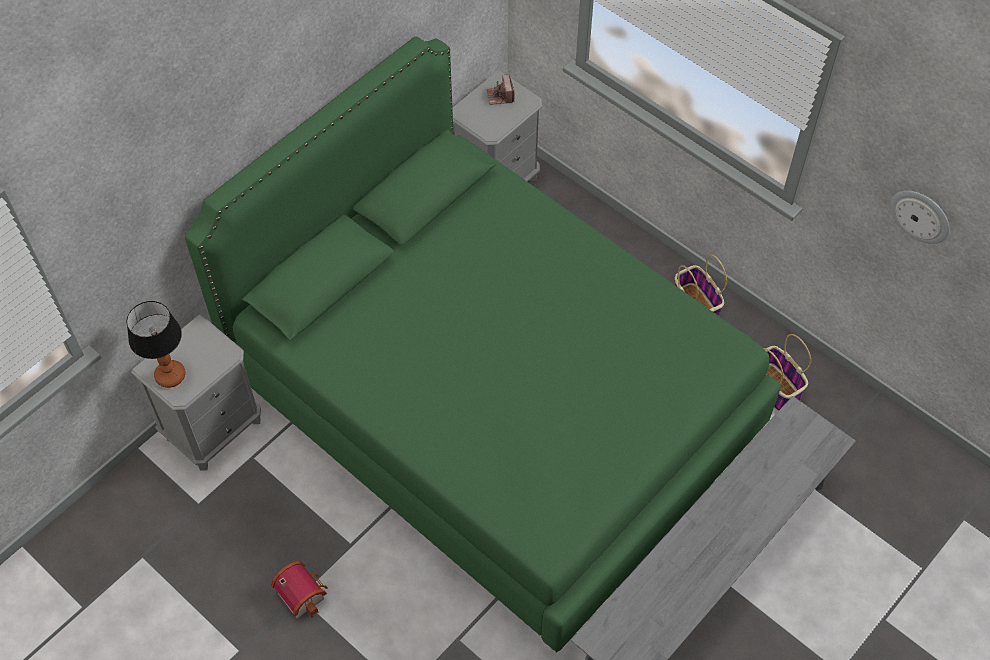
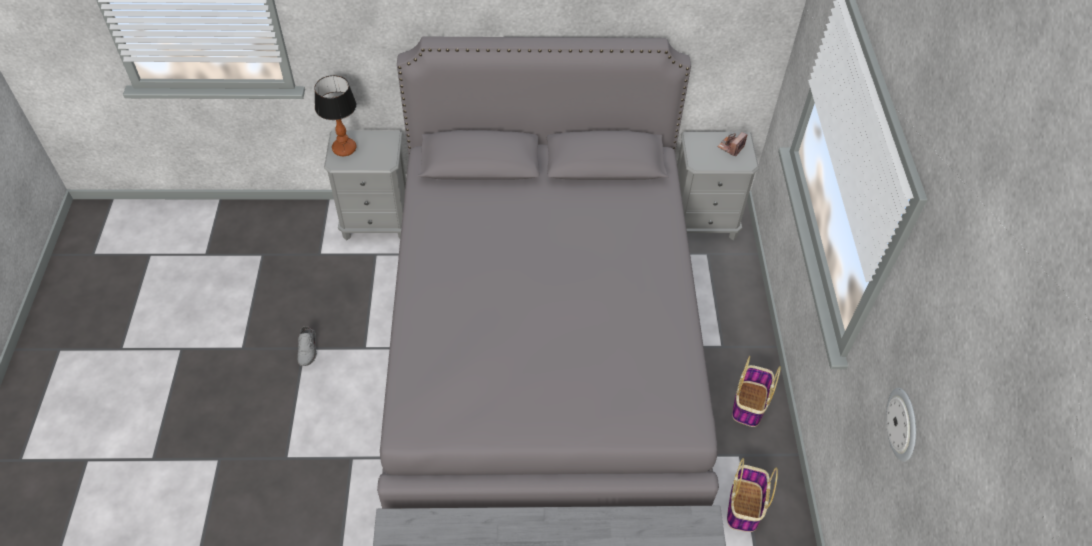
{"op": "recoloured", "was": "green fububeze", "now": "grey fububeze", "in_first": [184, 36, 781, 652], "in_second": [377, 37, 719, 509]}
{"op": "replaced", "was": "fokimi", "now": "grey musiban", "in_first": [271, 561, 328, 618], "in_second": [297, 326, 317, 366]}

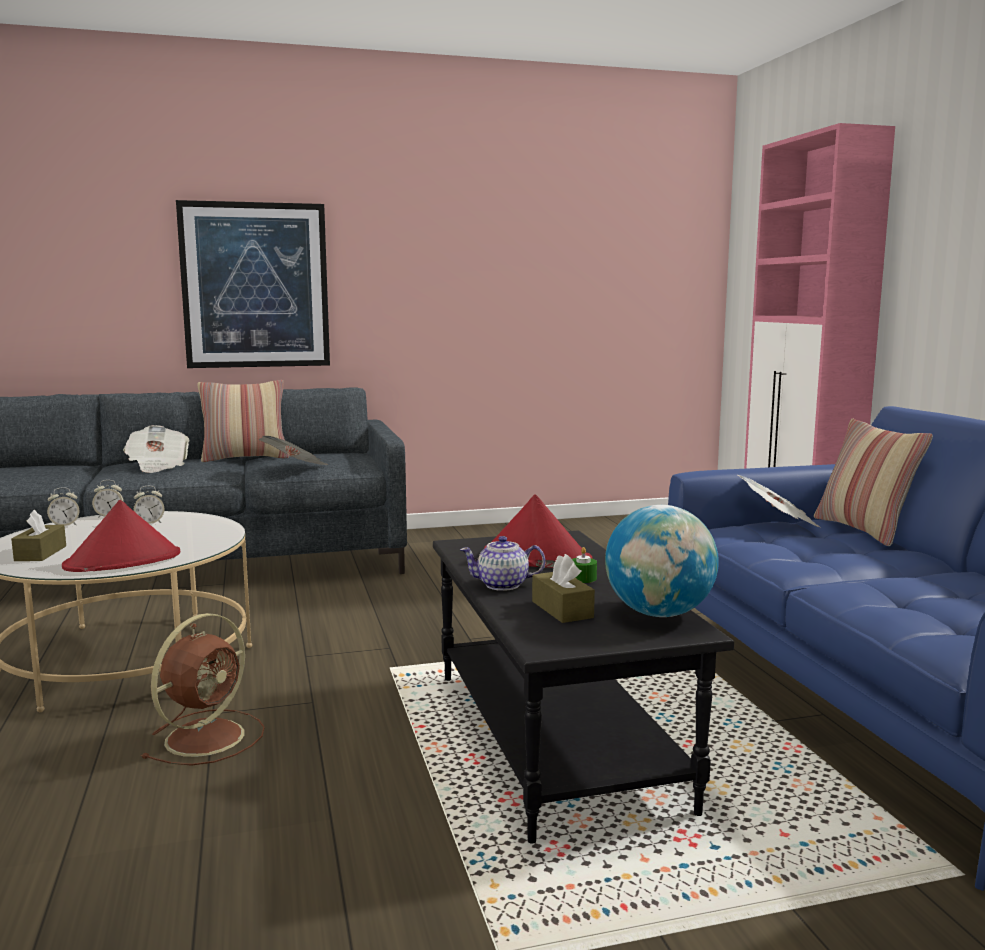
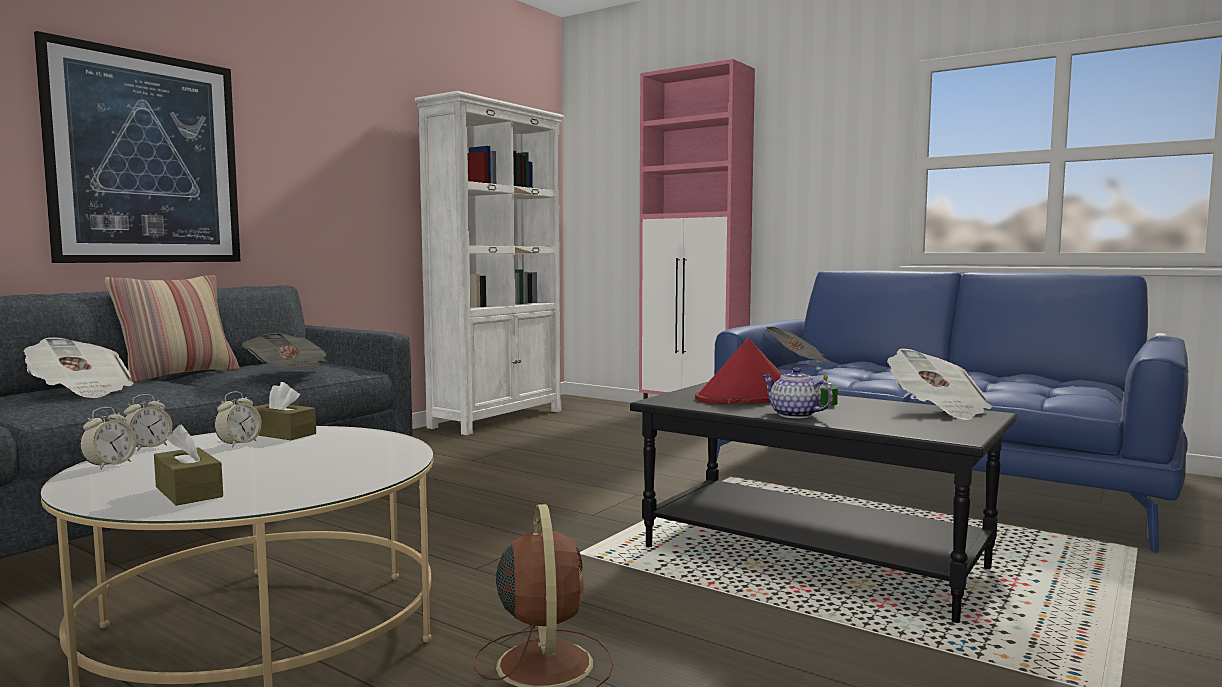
{"op": "removed", "was": "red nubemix", "in_first": [62, 500, 180, 572]}
{"op": "turned", "was": "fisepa", "in_first": [460, 536, 545, 591], "in_second": [762, 367, 833, 418], "clockwise": 90}
{"op": "moved", "was": "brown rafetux", "in_first": [532, 554, 595, 623], "in_second": [254, 382, 316, 440]}
{"op": "replaced", "was": "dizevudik", "now": "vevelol", "in_first": [605, 505, 719, 617], "in_second": [887, 349, 992, 420]}
{"op": "removed", "was": "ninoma", "in_first": [814, 419, 933, 546]}
{"op": "added", "now": "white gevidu", "in_second": [415, 91, 564, 435]}

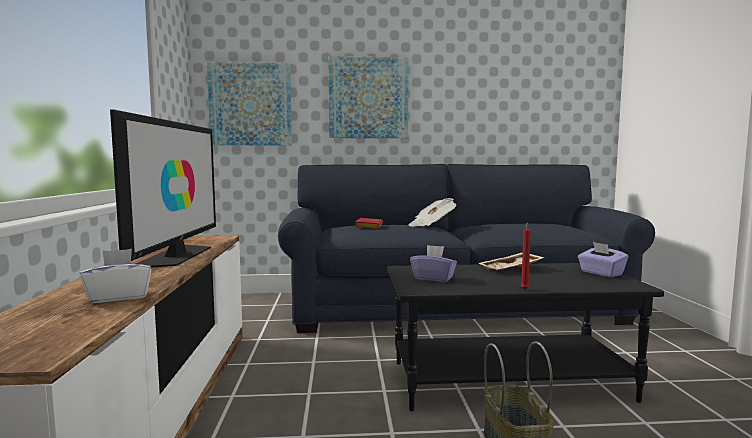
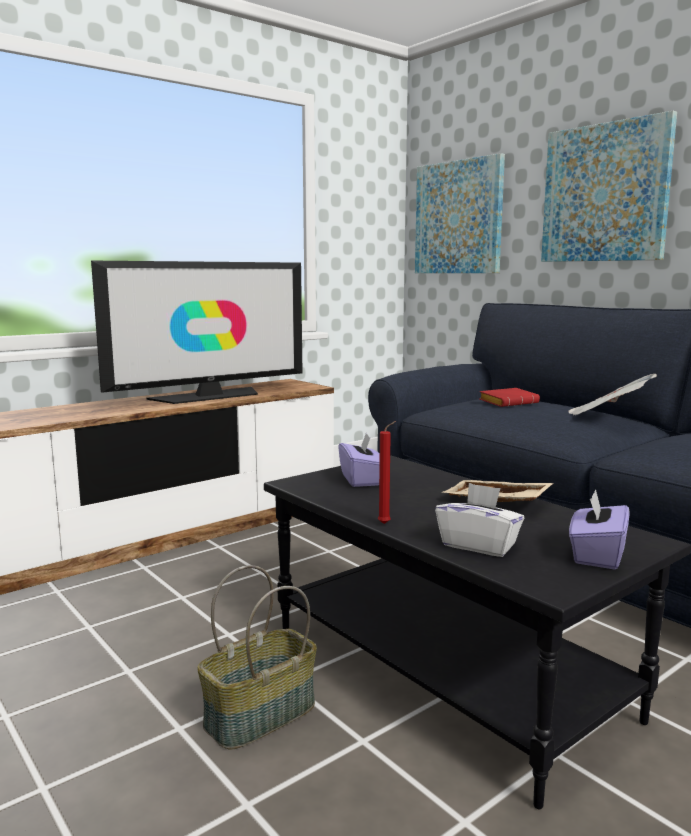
{"op": "moved", "was": "white rafetux", "in_first": [80, 249, 152, 303], "in_second": [435, 483, 524, 557]}

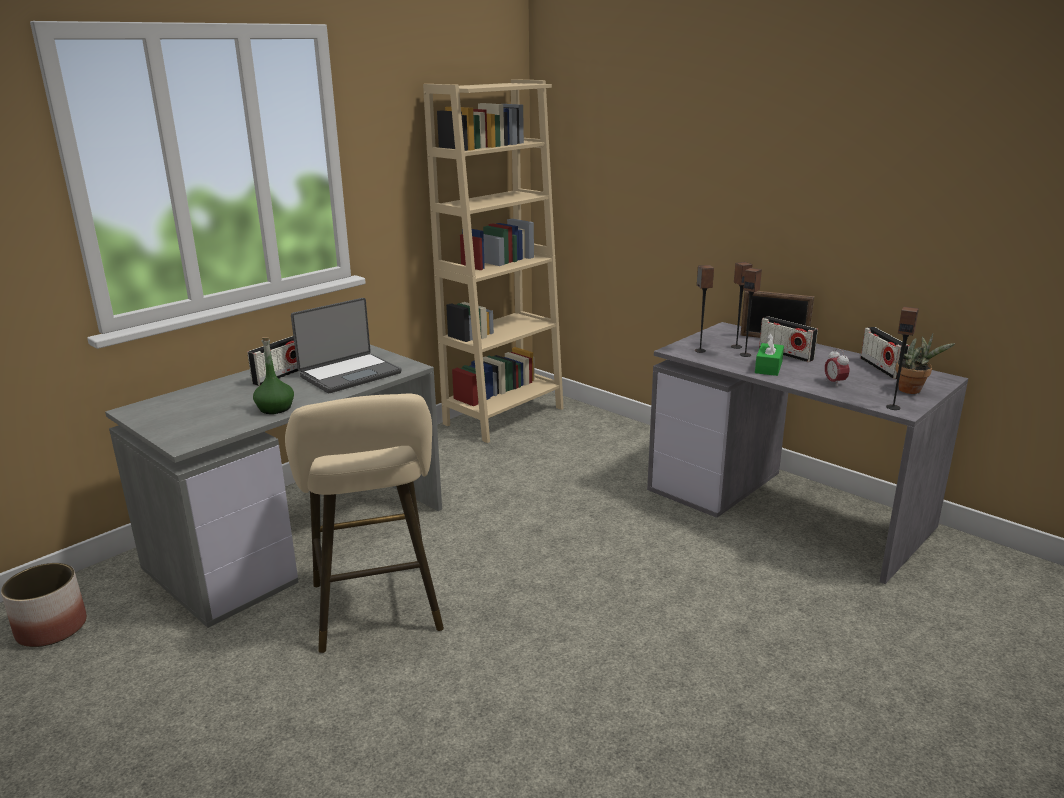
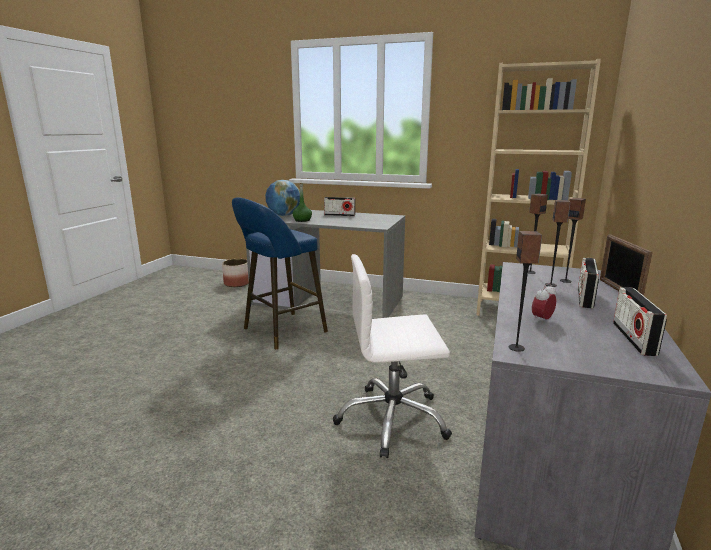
{"op": "recoloured", "was": "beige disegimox", "now": "blue disegimox", "in_first": [285, 393, 444, 653], "in_second": [232, 197, 328, 349]}
{"op": "removed", "was": "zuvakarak", "in_first": [291, 298, 401, 393]}
{"op": "removed", "was": "green rafetux", "in_first": [755, 333, 784, 376]}
{"op": "turned", "was": "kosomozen", "in_first": [861, 327, 910, 379], "in_second": [613, 287, 667, 356], "clockwise": -45}
{"op": "removed", "was": "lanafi", "in_first": [895, 334, 956, 394]}
{"op": "added", "now": "dizevudik", "in_second": [265, 180, 300, 216]}
{"op": "added", "now": "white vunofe", "in_second": [333, 254, 452, 458]}

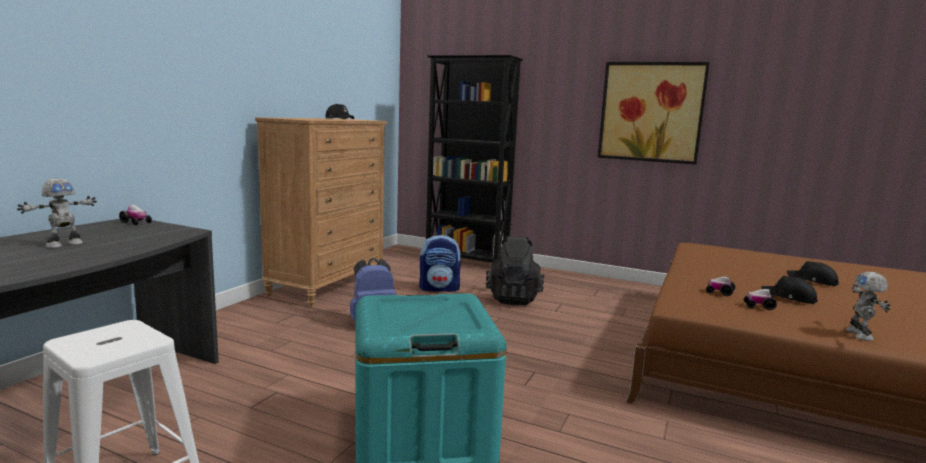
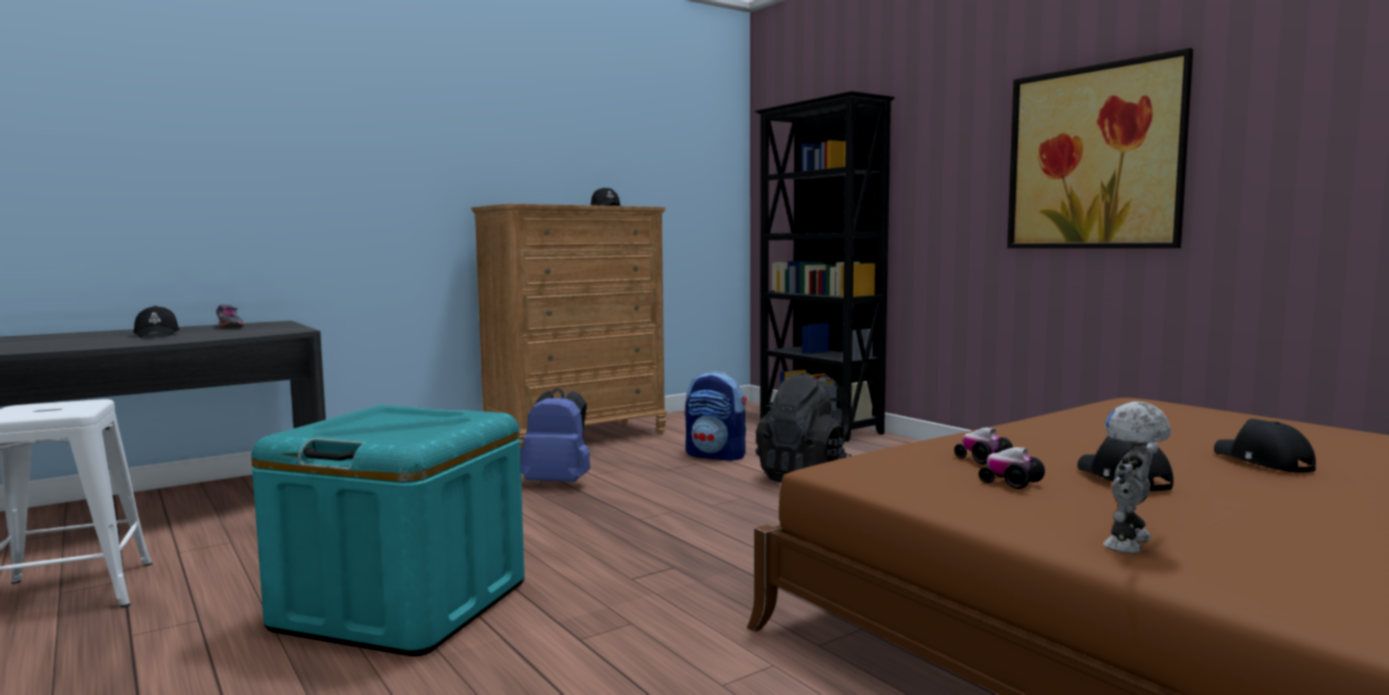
{"op": "replaced", "was": "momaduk", "now": "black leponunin", "in_first": [17, 178, 97, 248], "in_second": [133, 306, 179, 338]}
{"op": "removed", "was": "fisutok", "in_first": [119, 204, 152, 225]}
{"op": "added", "now": "grey musiban", "in_second": [216, 304, 245, 328]}

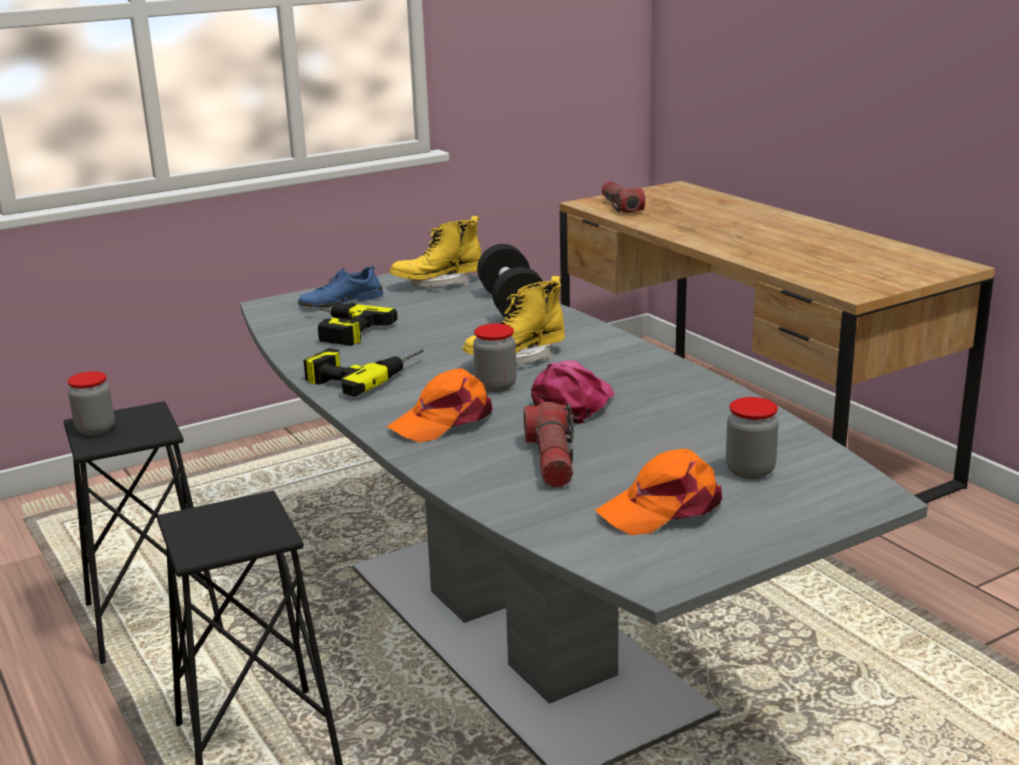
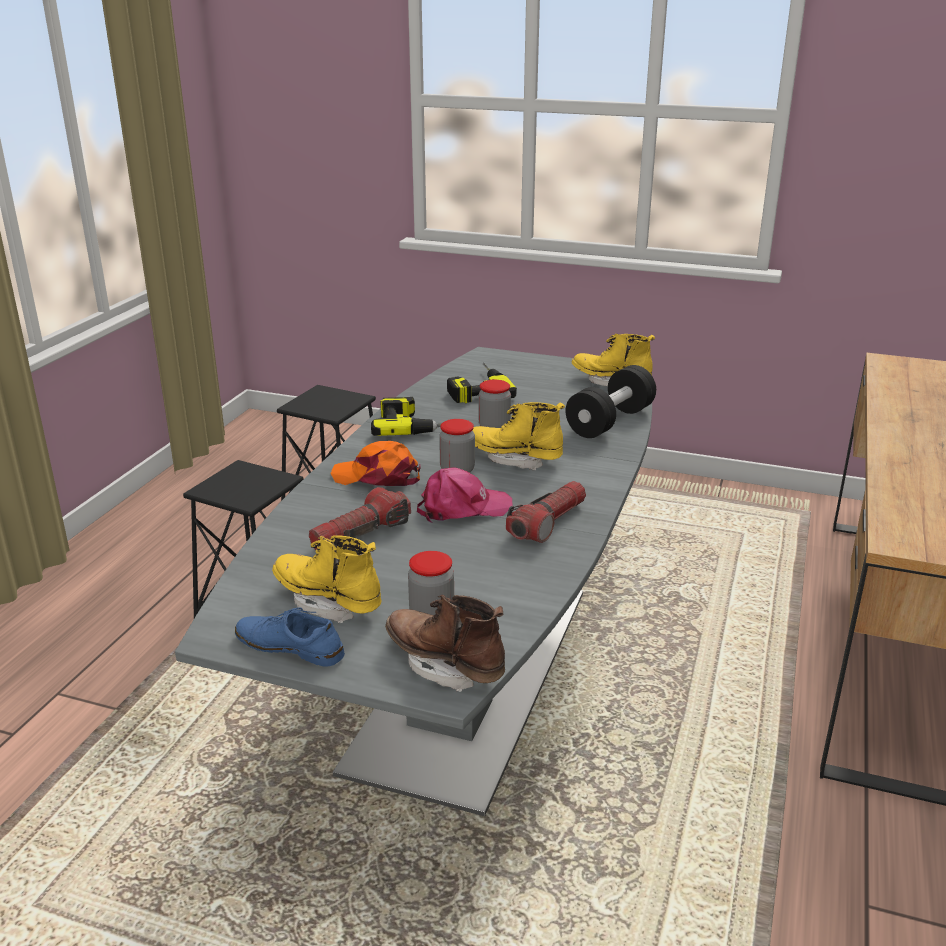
{"op": "moved", "was": "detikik", "in_first": [67, 371, 115, 436], "in_second": [478, 380, 511, 428]}
{"op": "moved", "was": "blue musiban", "in_first": [298, 265, 383, 308], "in_second": [235, 607, 345, 667]}
{"op": "replaced", "was": "orange leponunin", "now": "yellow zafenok", "in_first": [595, 449, 722, 535], "in_second": [272, 535, 381, 623]}
{"op": "moved", "was": "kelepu", "in_first": [601, 181, 645, 213], "in_second": [506, 481, 586, 543]}
{"op": "added", "now": "brown zafenok", "in_second": [385, 594, 505, 692]}

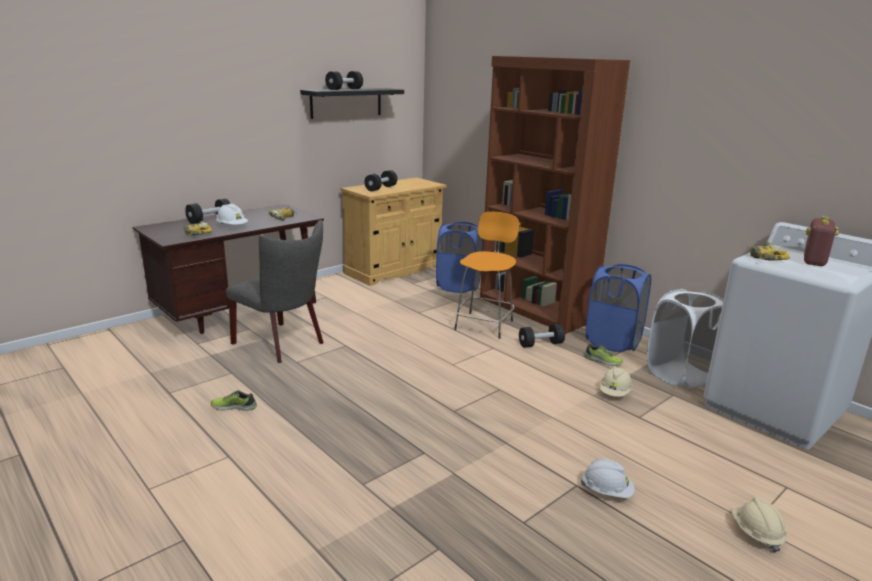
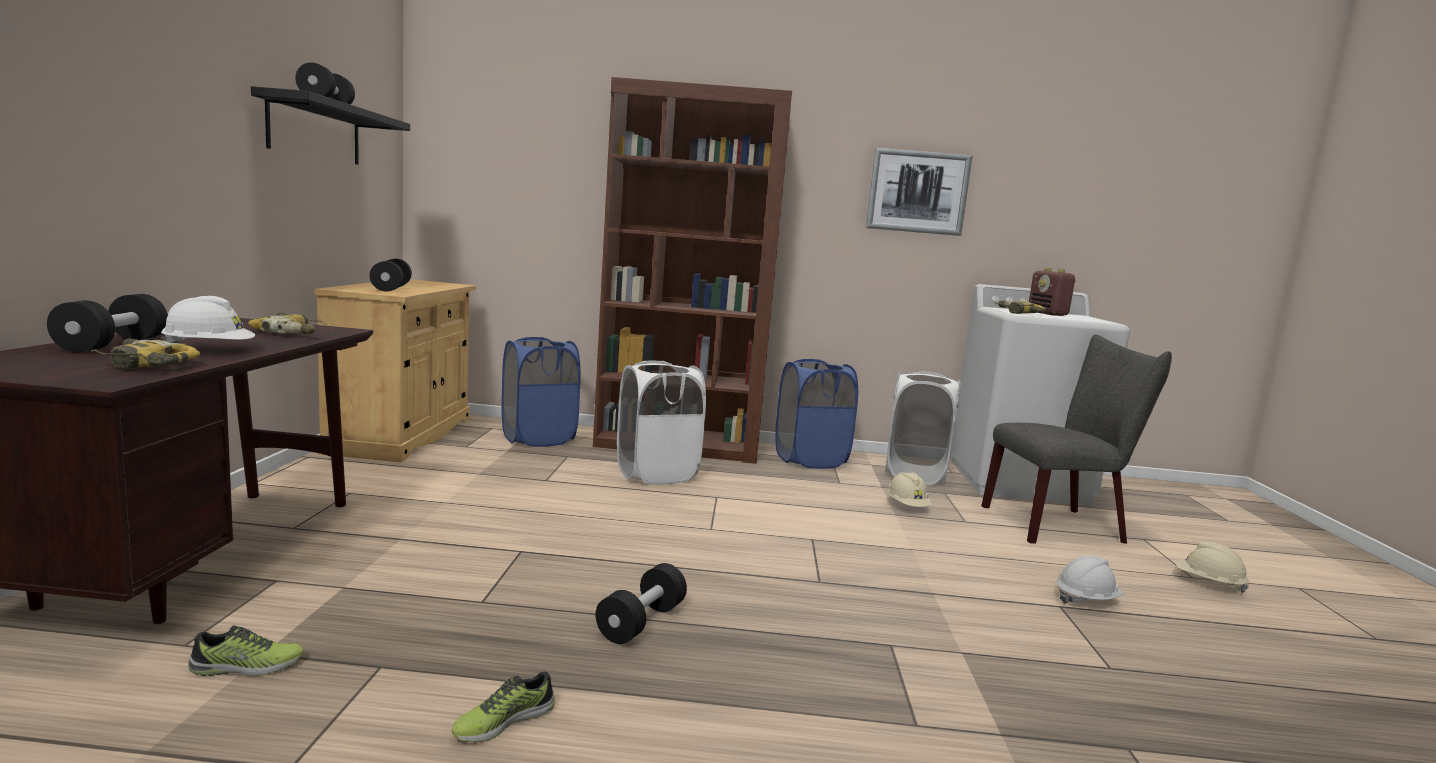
{"op": "moved", "was": "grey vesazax", "in_first": [226, 220, 324, 363], "in_second": [981, 334, 1172, 544]}
{"op": "replaced", "was": "orange disegimox", "now": "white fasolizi", "in_first": [454, 212, 519, 339], "in_second": [617, 360, 706, 485]}
{"op": "moved", "was": "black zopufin", "in_first": [519, 324, 565, 348], "in_second": [596, 563, 687, 644]}
{"op": "moved", "was": "musiban", "in_first": [584, 344, 623, 366], "in_second": [188, 625, 304, 676]}
{"op": "added", "now": "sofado", "in_second": [866, 148, 973, 236]}

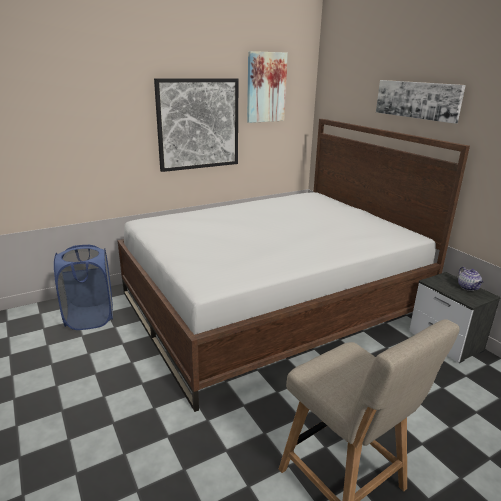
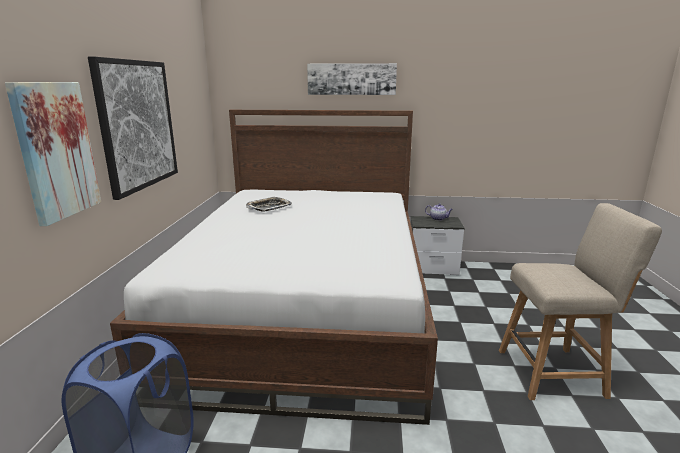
{"op": "moved", "was": "sofado", "in_first": [247, 51, 288, 123], "in_second": [5, 82, 101, 226]}
{"op": "added", "now": "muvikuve", "in_second": [246, 197, 292, 212]}

